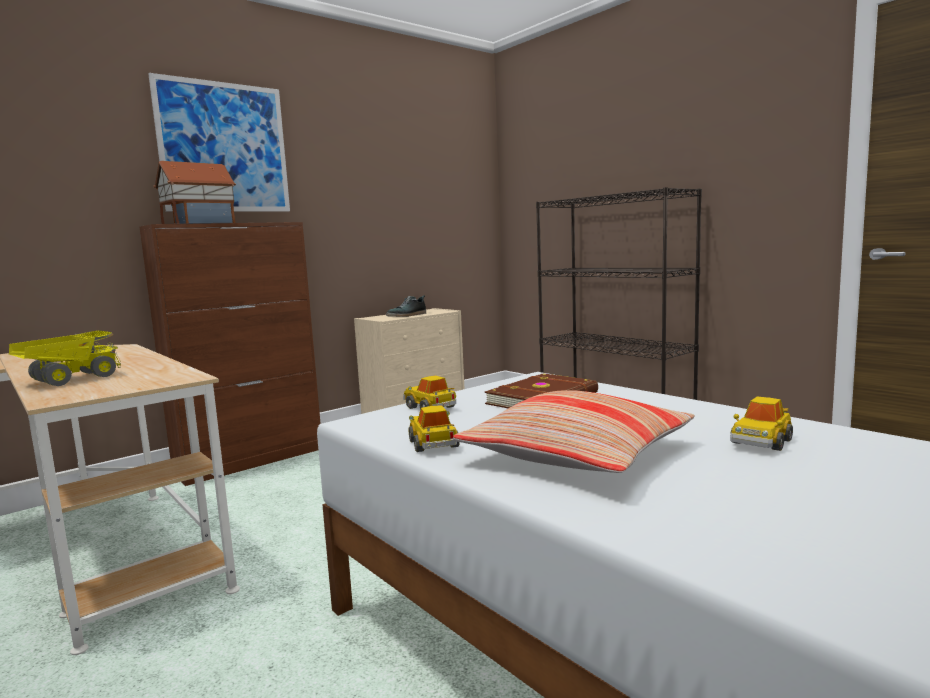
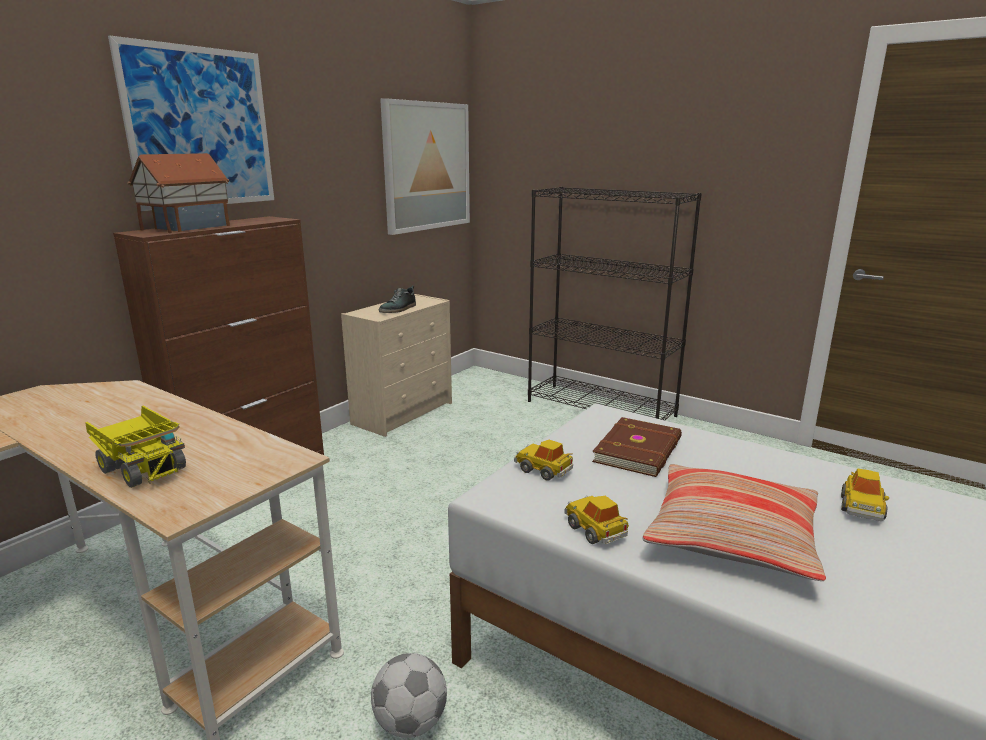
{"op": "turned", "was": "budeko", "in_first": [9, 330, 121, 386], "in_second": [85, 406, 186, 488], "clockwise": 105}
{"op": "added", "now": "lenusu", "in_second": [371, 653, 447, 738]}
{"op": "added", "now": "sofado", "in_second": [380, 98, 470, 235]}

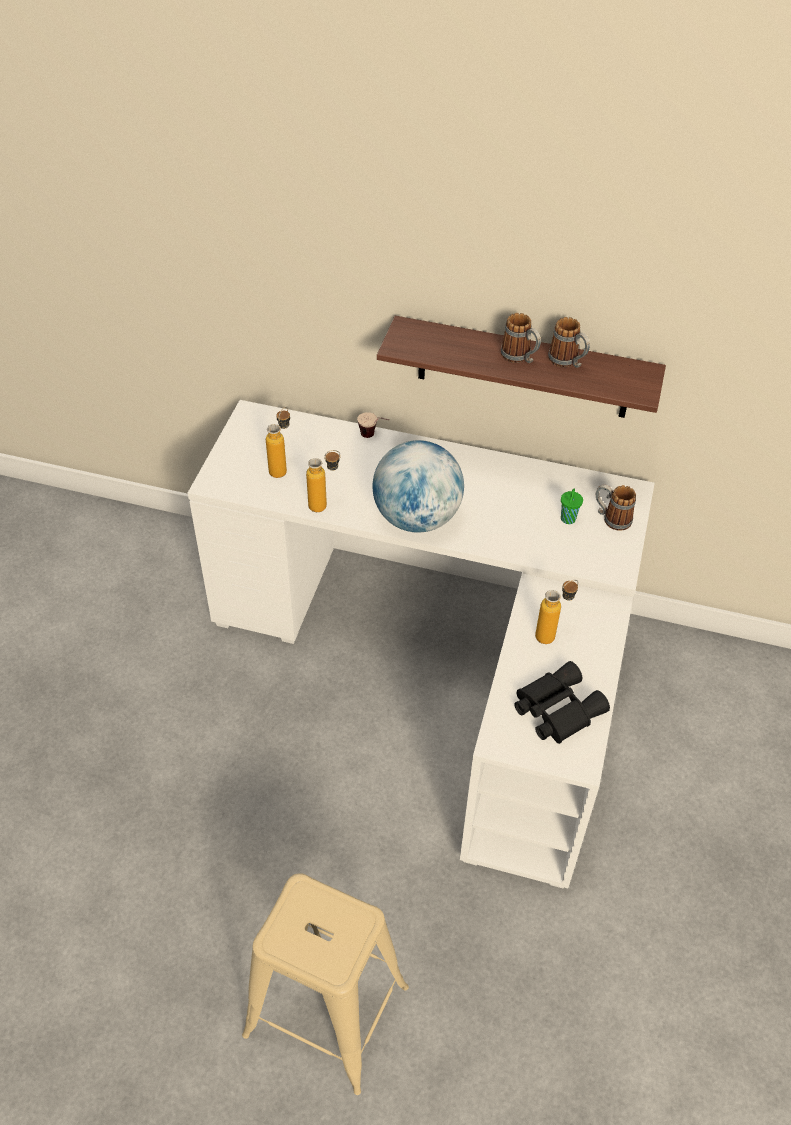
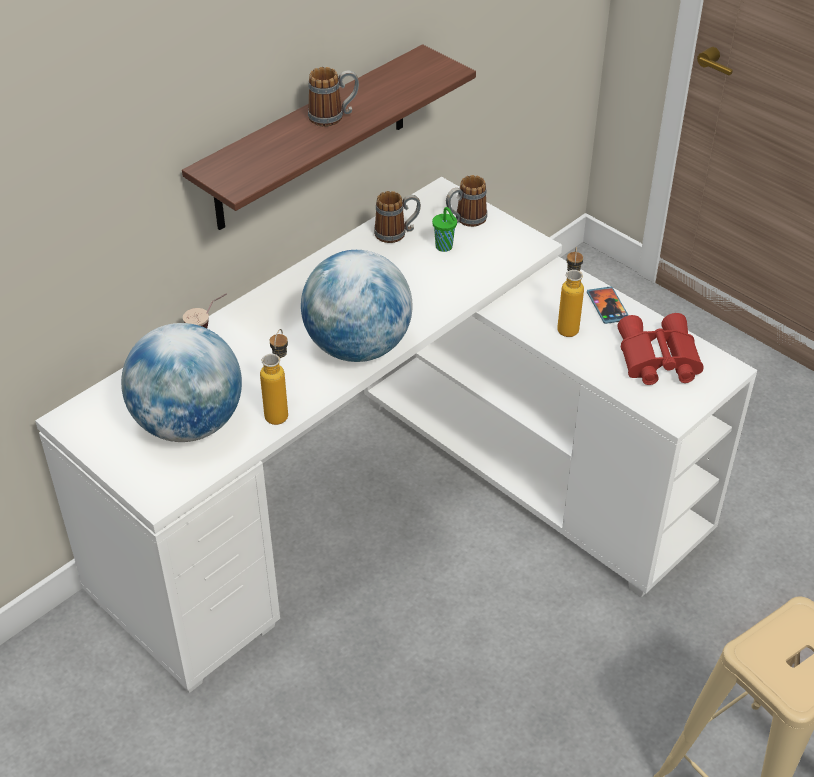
{"op": "replaced", "was": "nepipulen", "now": "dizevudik", "in_first": [266, 407, 290, 478], "in_second": [121, 323, 242, 442]}
{"op": "recoloured", "was": "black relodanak", "now": "red relodanak", "in_first": [514, 661, 610, 744], "in_second": [618, 313, 704, 385]}
{"op": "moved", "was": "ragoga", "in_first": [548, 317, 590, 368], "in_second": [374, 191, 421, 243]}
{"op": "added", "now": "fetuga", "in_second": [587, 287, 628, 324]}

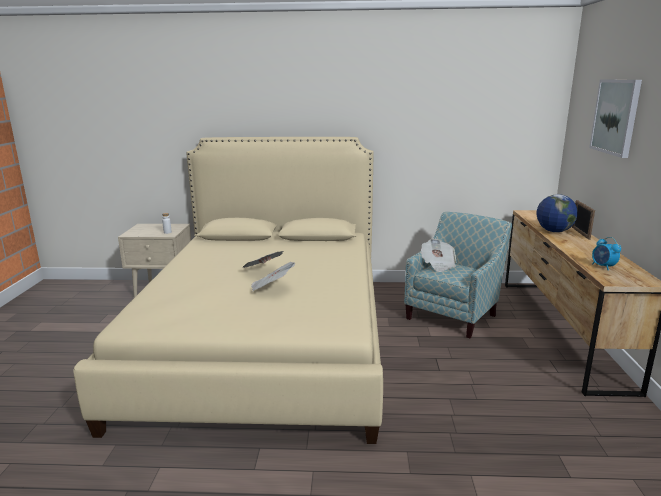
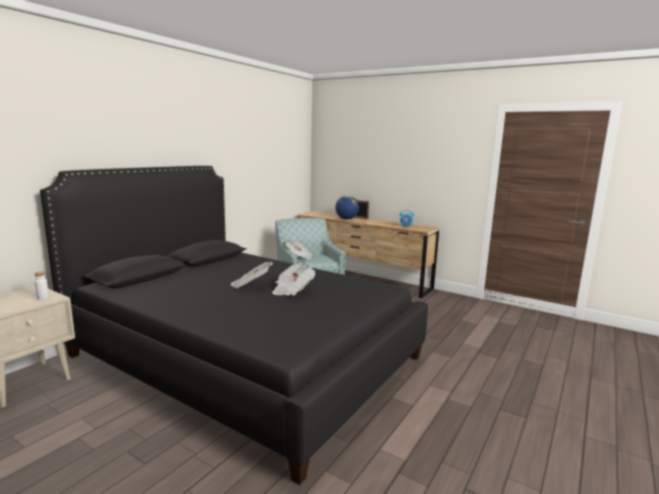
{"op": "recoloured", "was": "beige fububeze", "now": "black fububeze", "in_first": [73, 137, 383, 444], "in_second": [40, 166, 428, 485]}
{"op": "removed", "was": "sofado", "in_first": [589, 79, 642, 158]}

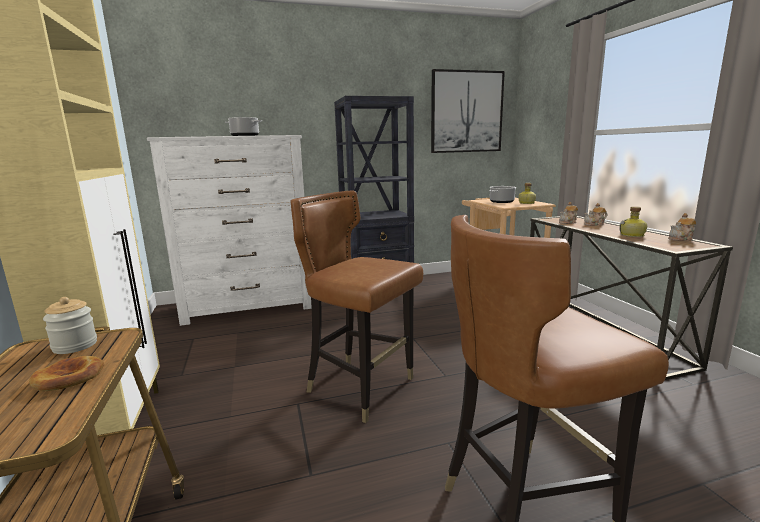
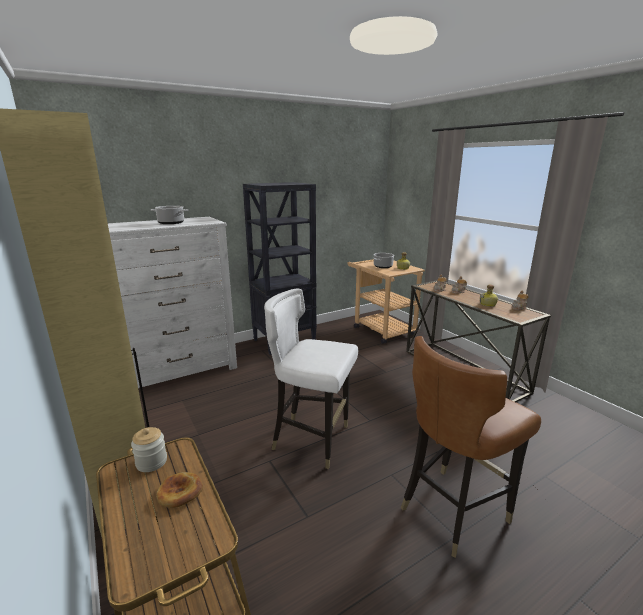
{"op": "recoloured", "was": "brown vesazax", "now": "white vesazax", "in_first": [291, 191, 423, 423], "in_second": [264, 289, 358, 469]}
{"op": "removed", "was": "sofado", "in_first": [431, 69, 505, 153]}

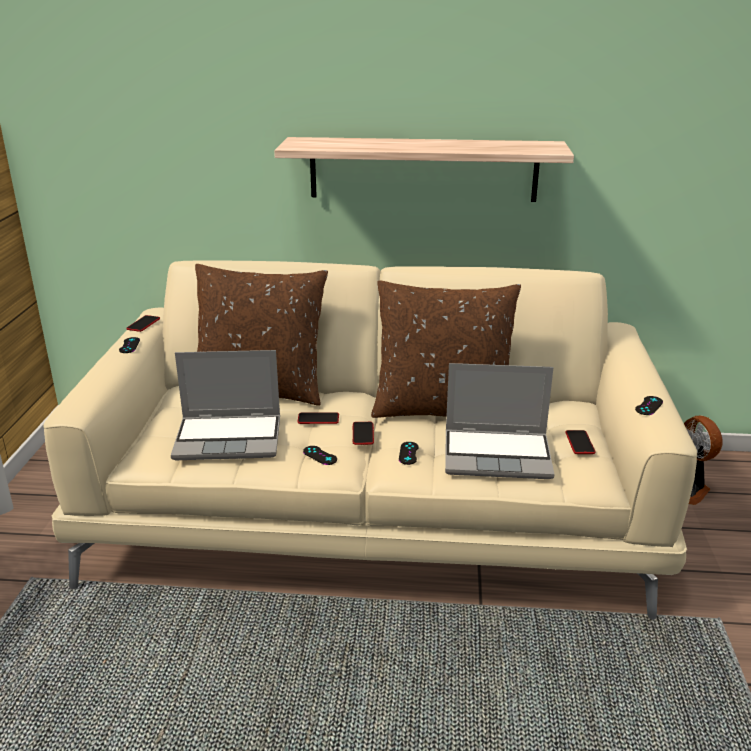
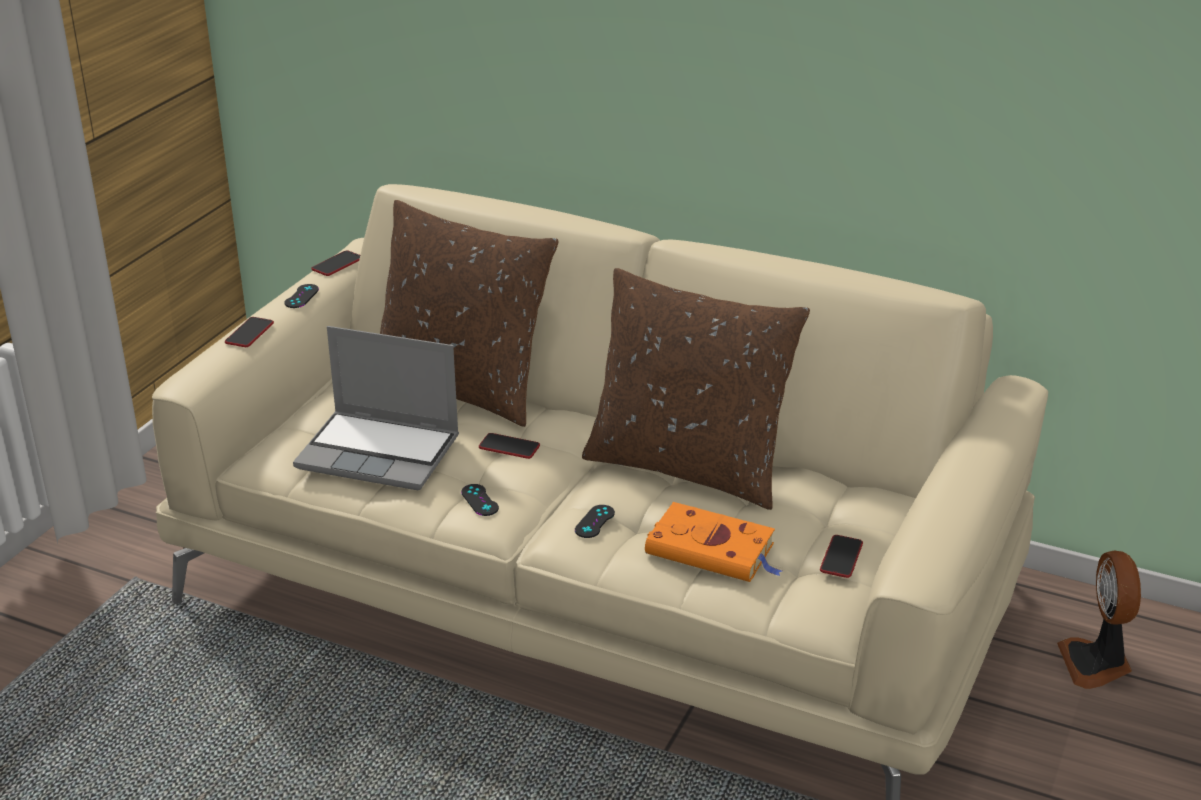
{"op": "removed", "was": "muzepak", "in_first": [274, 137, 574, 202]}
{"op": "moved", "was": "fetuga", "in_first": [353, 422, 374, 445], "in_second": [225, 317, 274, 347]}
{"op": "replaced", "was": "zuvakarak", "now": "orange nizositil", "in_first": [445, 363, 555, 479], "in_second": [645, 502, 782, 582]}
{"op": "removed", "was": "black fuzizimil", "in_first": [635, 396, 663, 415]}

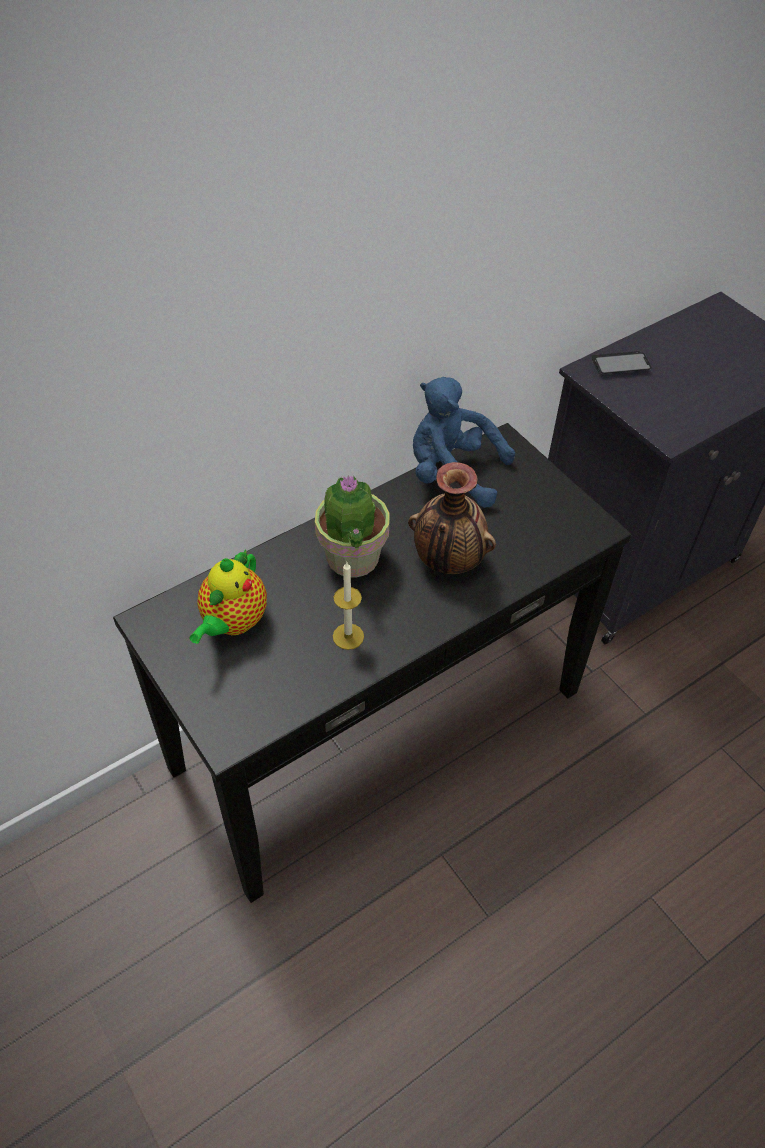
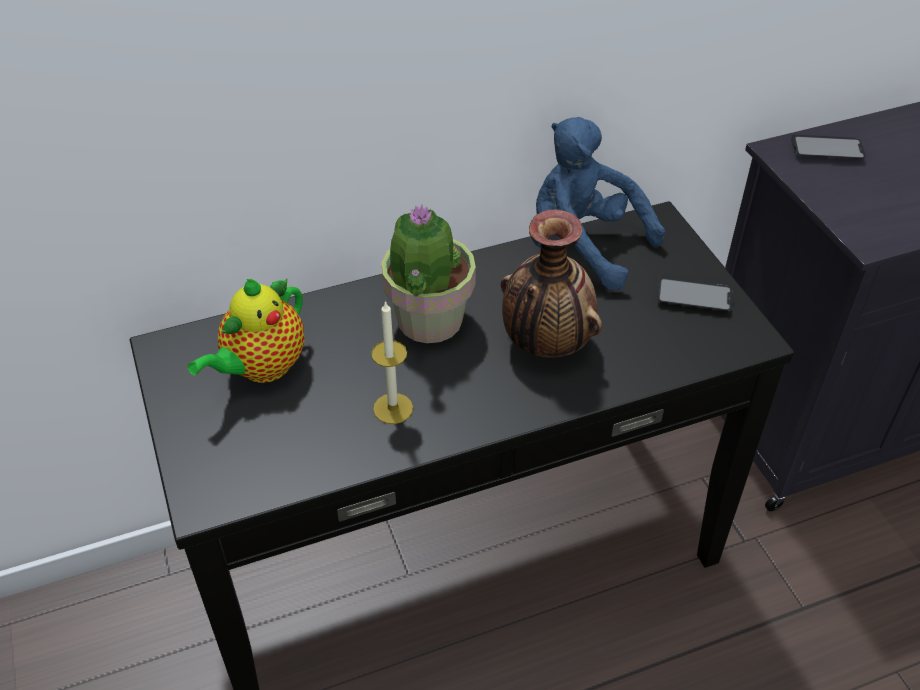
{"op": "added", "now": "fetuga", "in_second": [657, 275, 732, 311]}

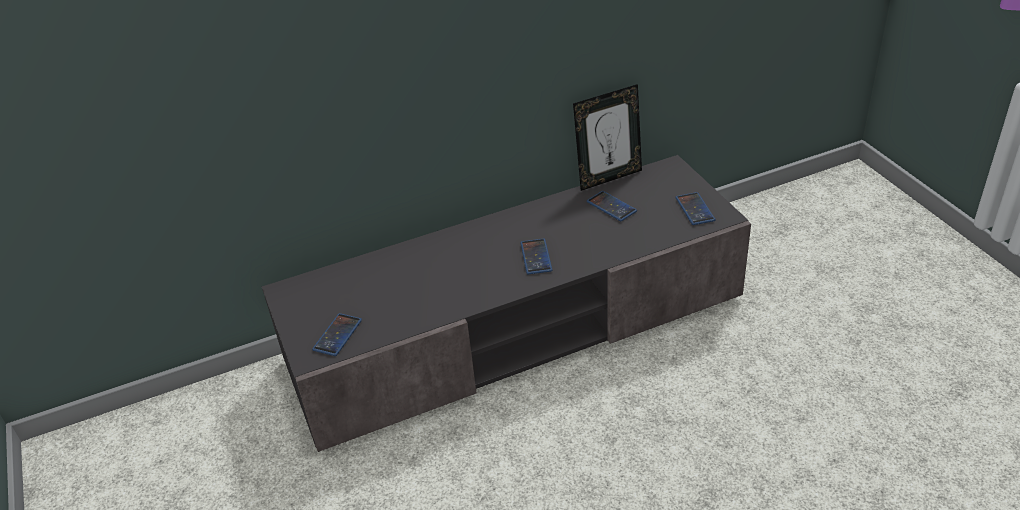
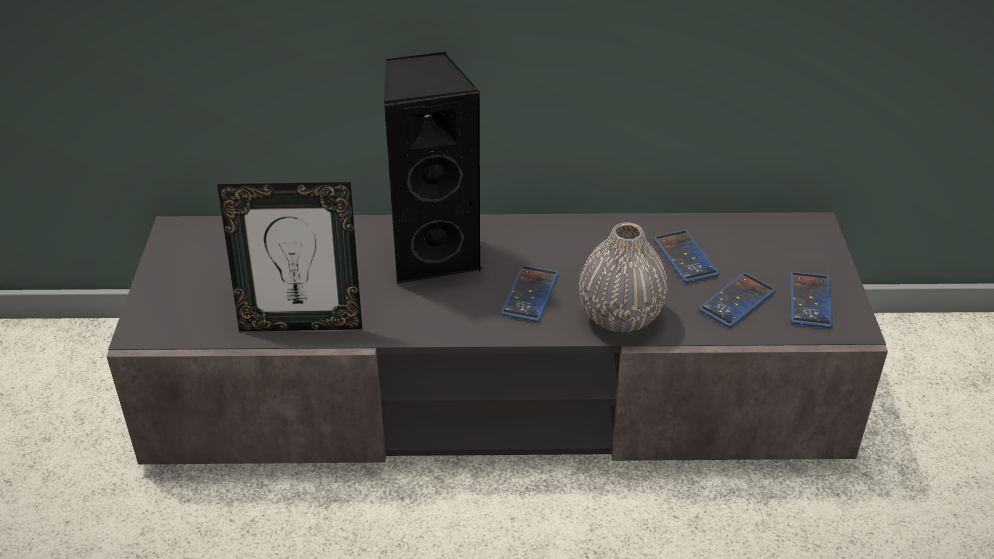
{"op": "moved", "was": "fetuga", "in_first": [312, 313, 362, 356], "in_second": [698, 273, 776, 328]}
{"op": "moved", "was": "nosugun", "in_first": [573, 84, 642, 191], "in_second": [217, 182, 362, 332]}
{"op": "added", "now": "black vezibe", "in_second": [384, 52, 483, 284]}
{"op": "added", "now": "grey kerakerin", "in_second": [579, 222, 668, 332]}

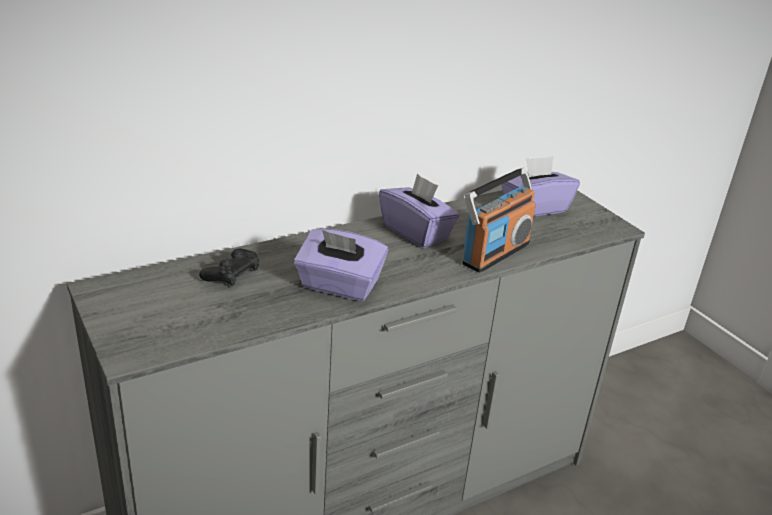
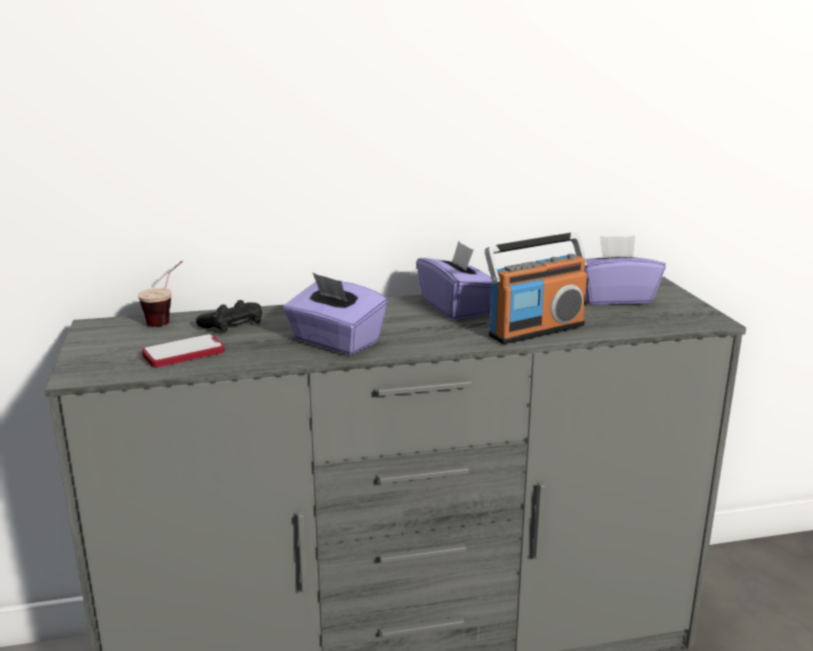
{"op": "added", "now": "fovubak", "in_second": [138, 261, 183, 327]}
{"op": "added", "now": "fetuga", "in_second": [142, 334, 225, 368]}

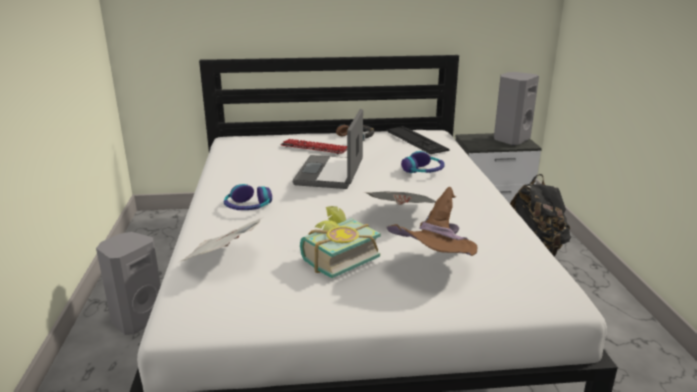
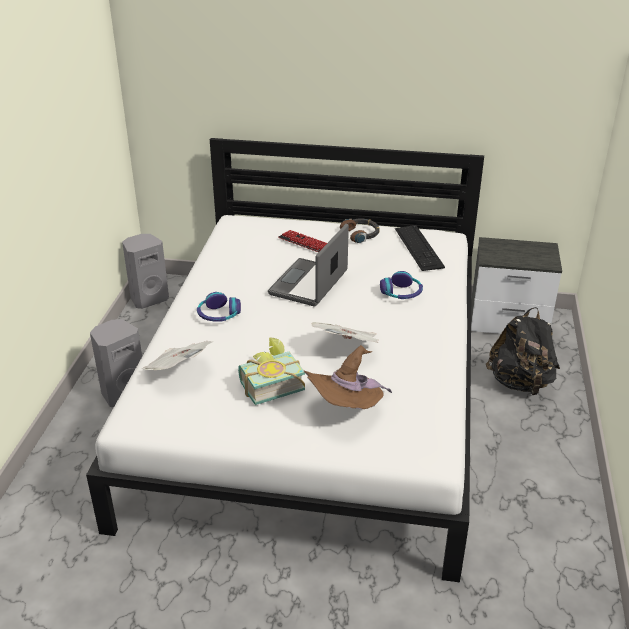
{"op": "moved", "was": "grey vezibe", "in_first": [494, 72, 539, 145], "in_second": [122, 234, 169, 309]}

